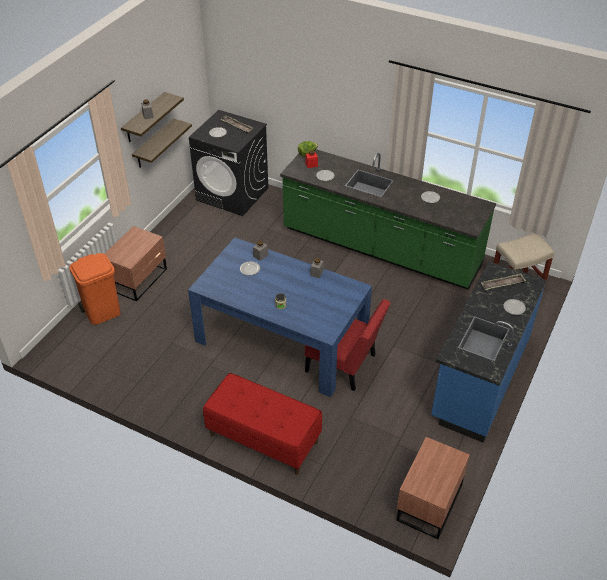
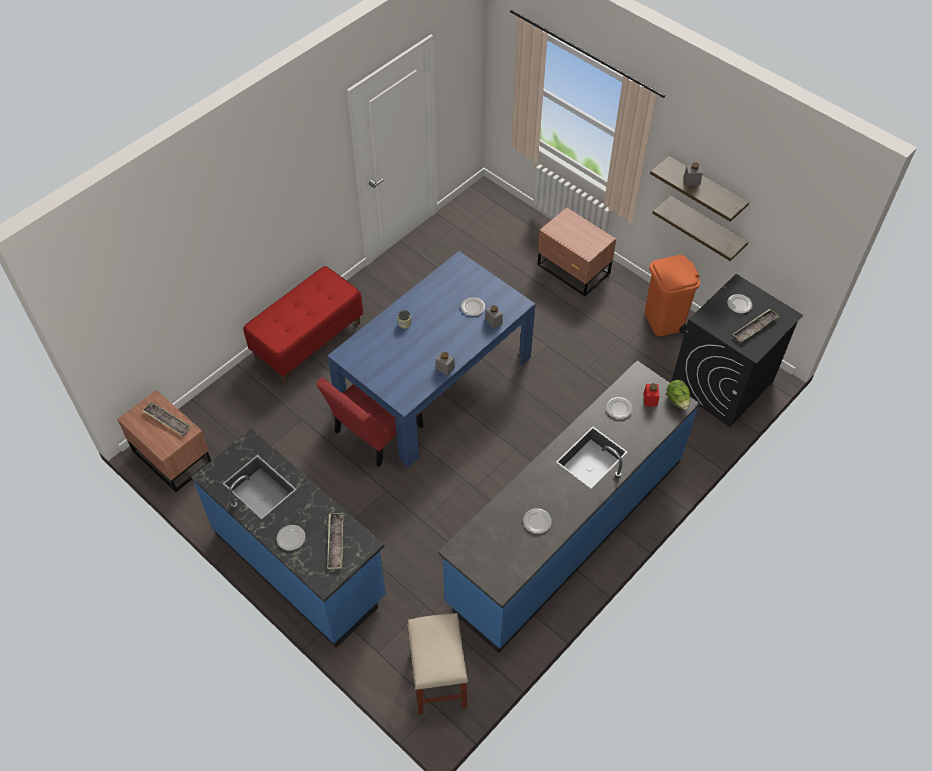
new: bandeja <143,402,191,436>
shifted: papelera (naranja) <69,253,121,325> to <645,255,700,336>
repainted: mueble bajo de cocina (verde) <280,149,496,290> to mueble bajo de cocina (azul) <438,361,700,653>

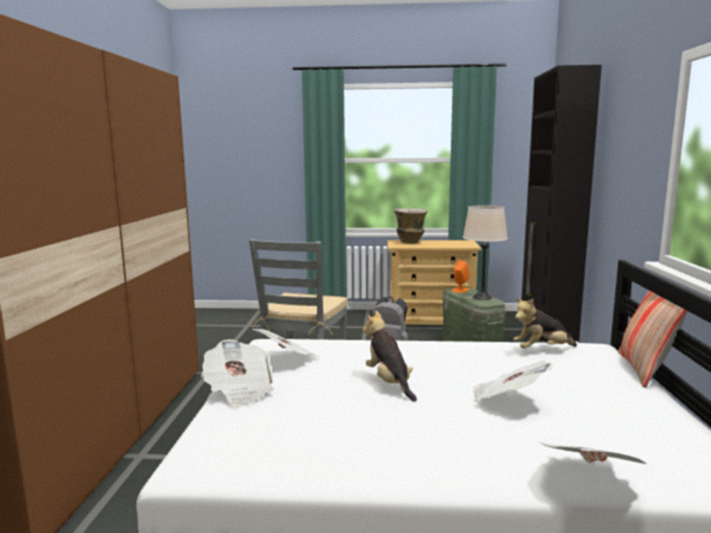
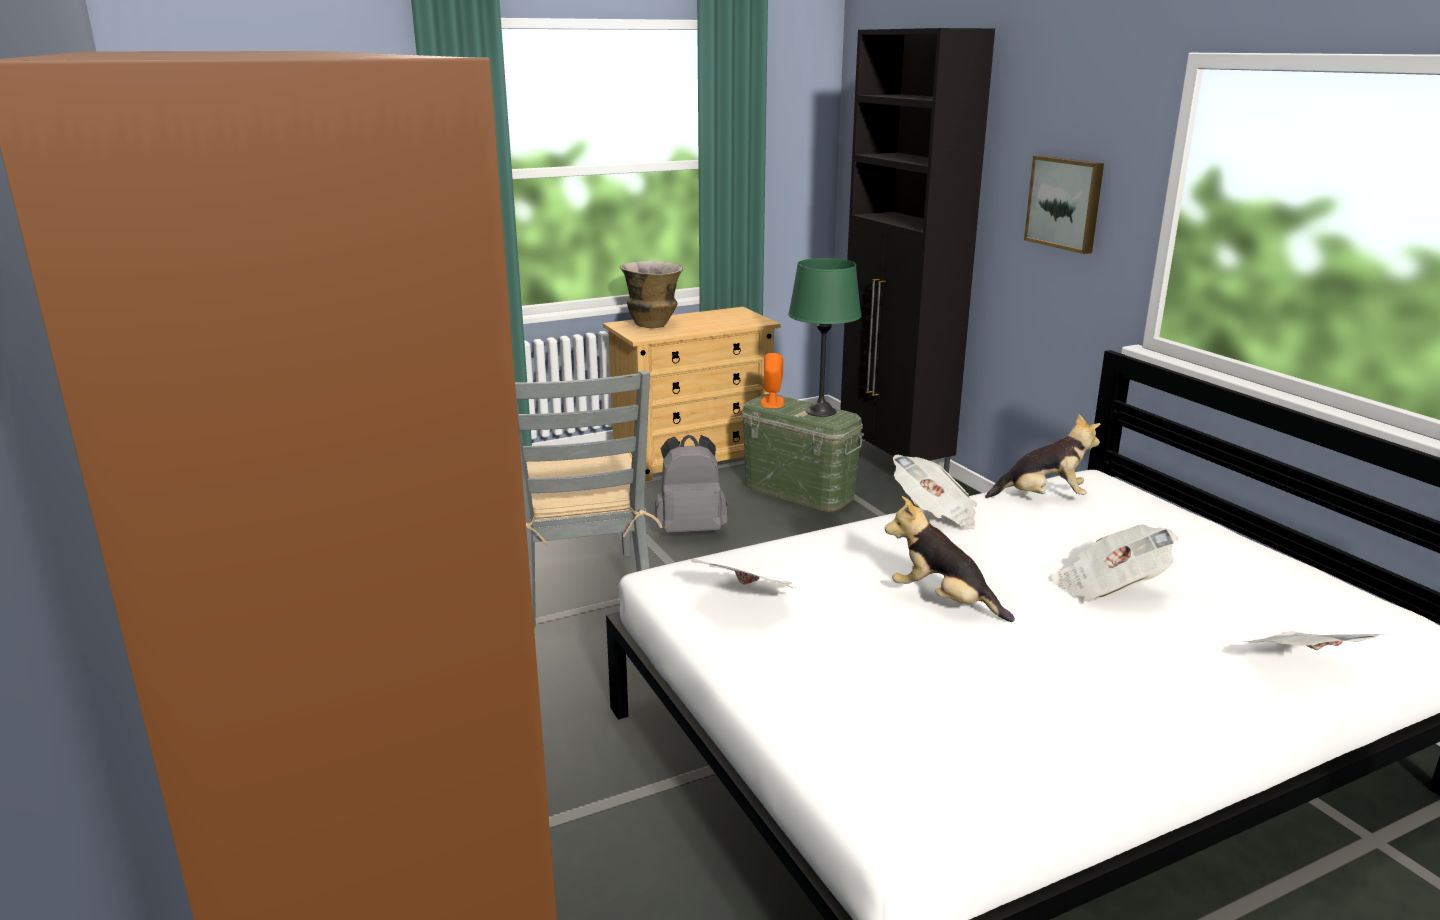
gone: cojín <618,290,688,388>
new: cuadro <1024,155,1104,254>
shifted: periódico <202,339,274,408> to <893,455,977,529>
repainted: lámpara de mesa (beis) <463,205,508,300> to lámpara de mesa (verde) <788,258,861,417>
rotated: peluche <514,298,577,348> = <985,414,1101,498> 135 degrees counterclockwise

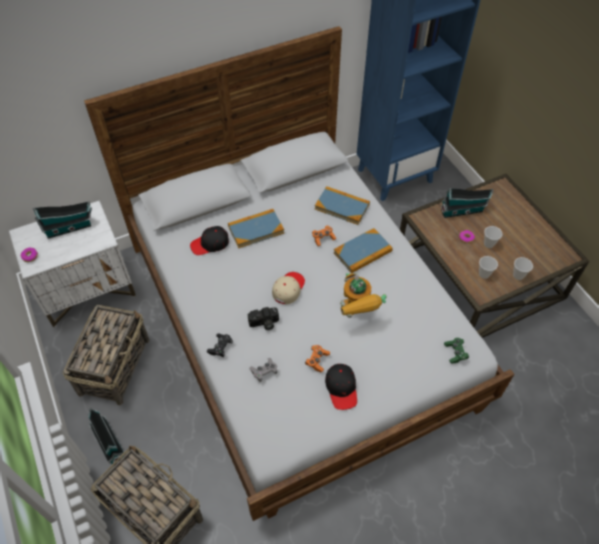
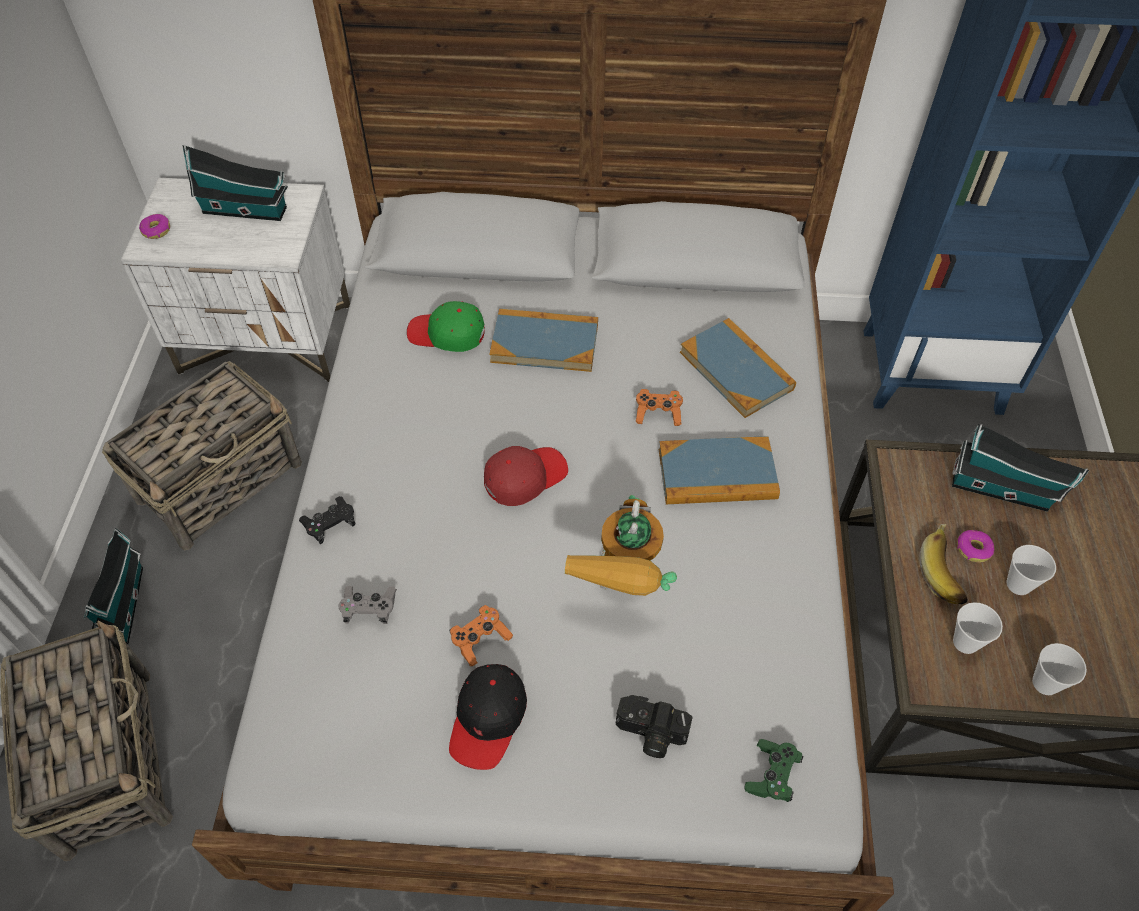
new: plátano <919,524,968,604>
shifted: cámara <248,307,279,330> to <616,695,693,758>
repainted: gorra (negro) <190,226,229,255> to gorra (verde) <407,301,485,352>; gorra (beis) <272,272,305,304> to gorra (rojo) <484,446,568,506>

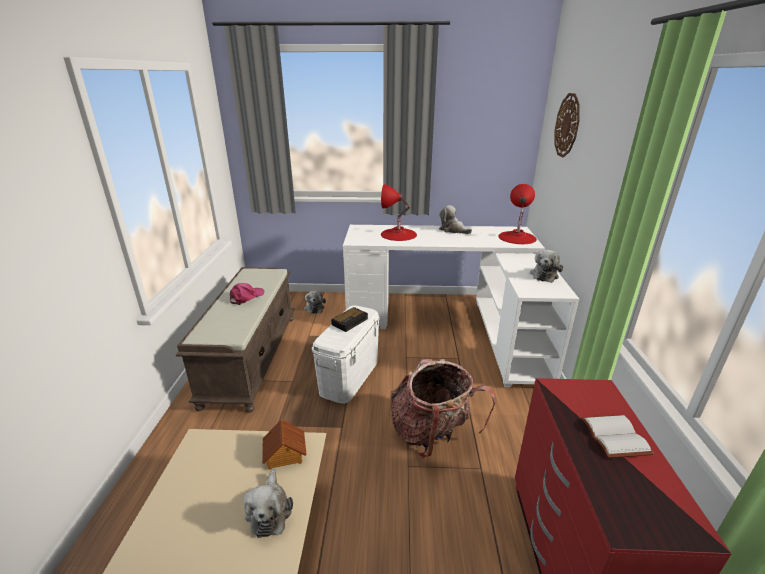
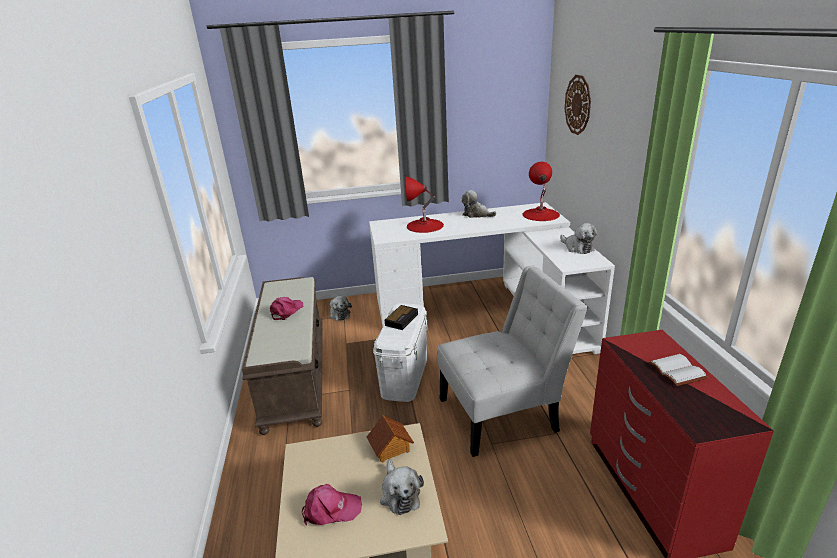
new: gorra (rosa) <302,484,362,526>
swapped: mochila <391,359,496,459> to silla (blanco) <437,266,588,457>
rotated: peluche <530,250,563,283> = <560,223,597,254> 45 degrees counterclockwise

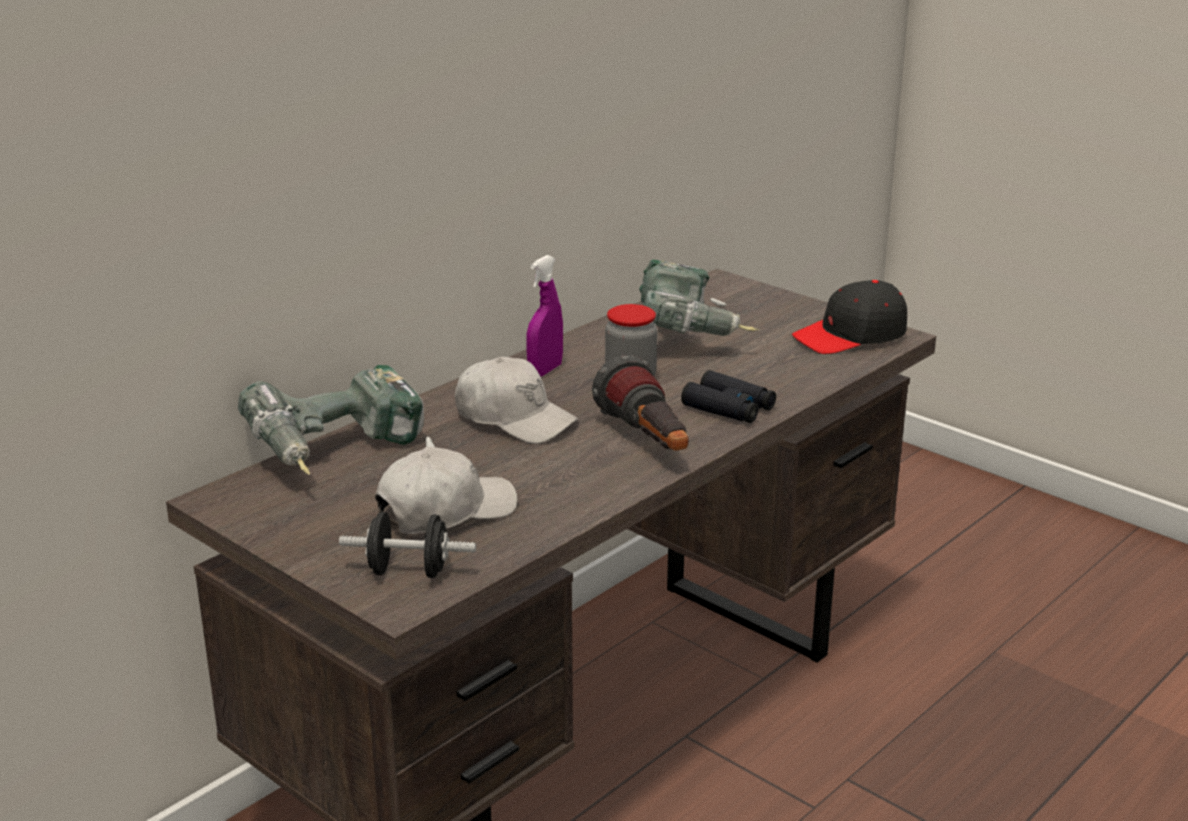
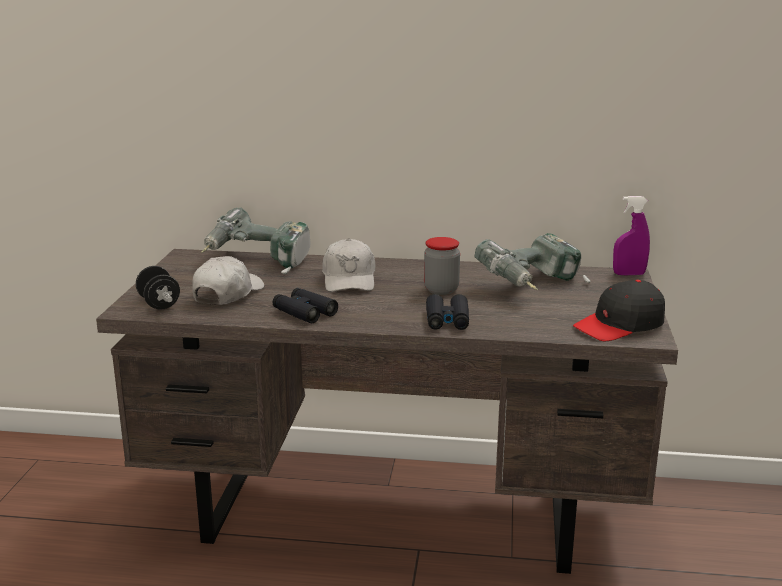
gone: linterna <592,355,689,451>
new: prismáticos (negro) <272,288,338,324>
shifted: pulverizador (morado) <526,255,563,376> to <613,196,650,275>
rotated: gorra (blanco) <375,447,518,534> = <192,256,264,305> 90 degrees counterclockwise; gorra (negro) <792,280,907,354> = <573,280,665,341> 60 degrees counterclockwise

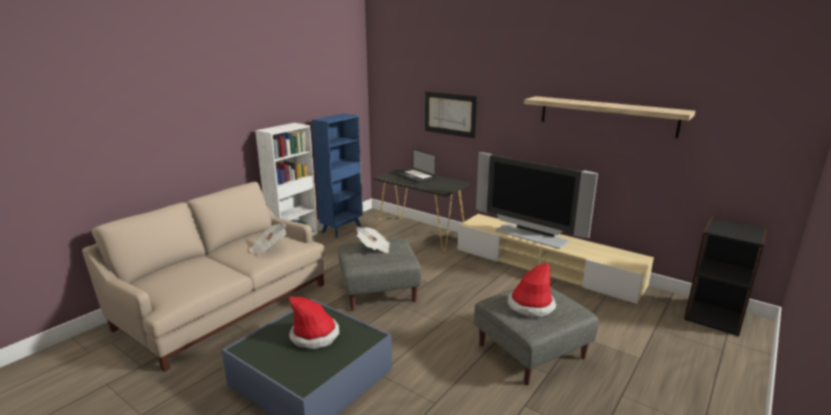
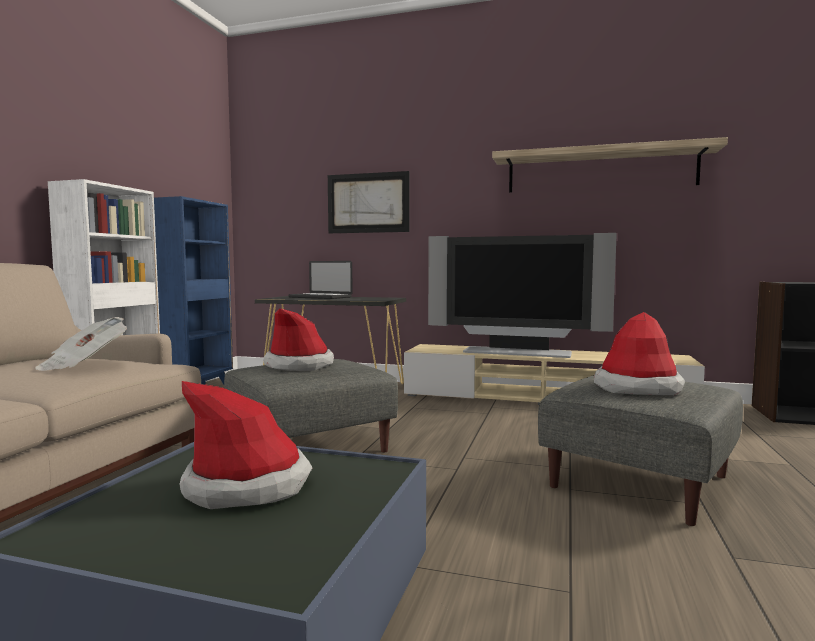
swapped: periódico <357,227,390,253> to sombrero <263,308,334,371>

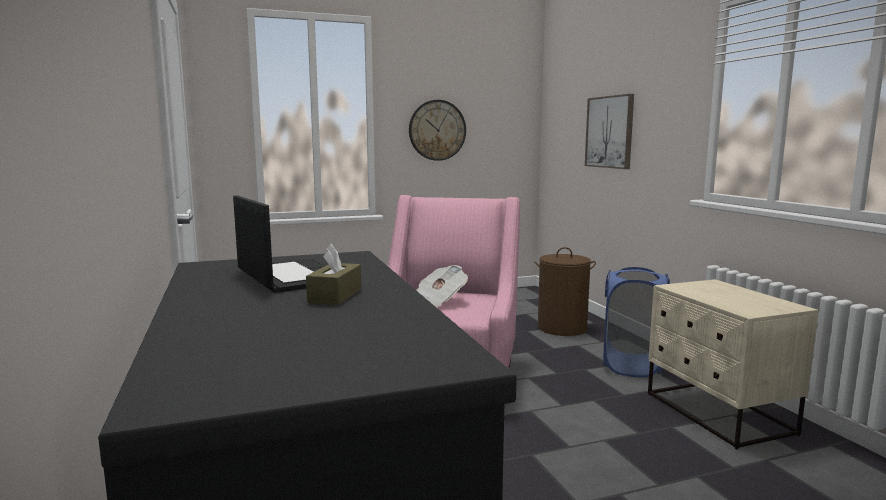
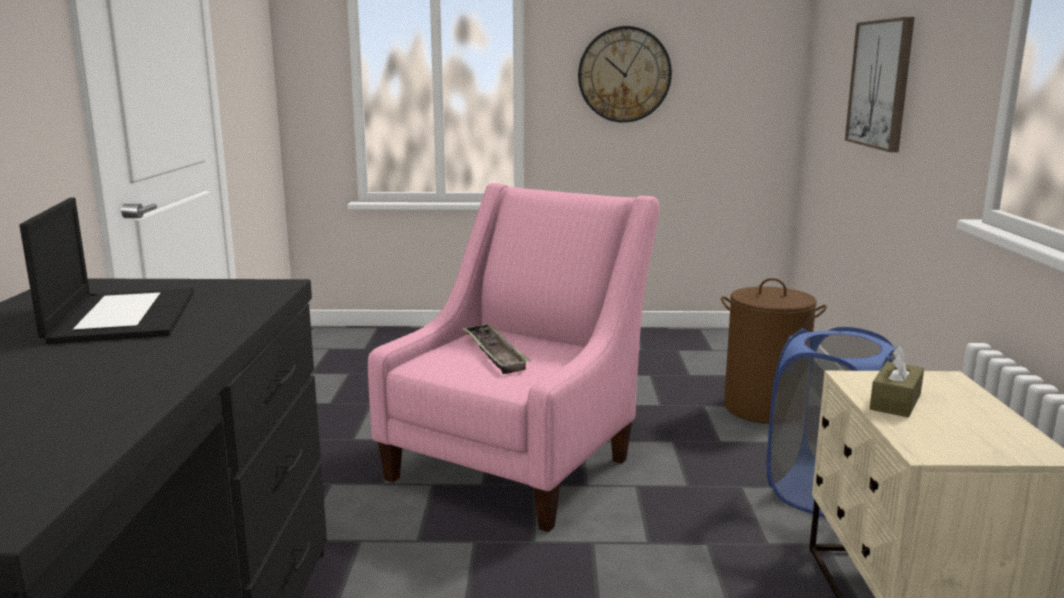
shifted: caja de pañuelos (marrón) <306,244,361,305> to <870,346,924,417>
swapped: periódico <416,265,468,307> to bandeja <462,323,531,374>

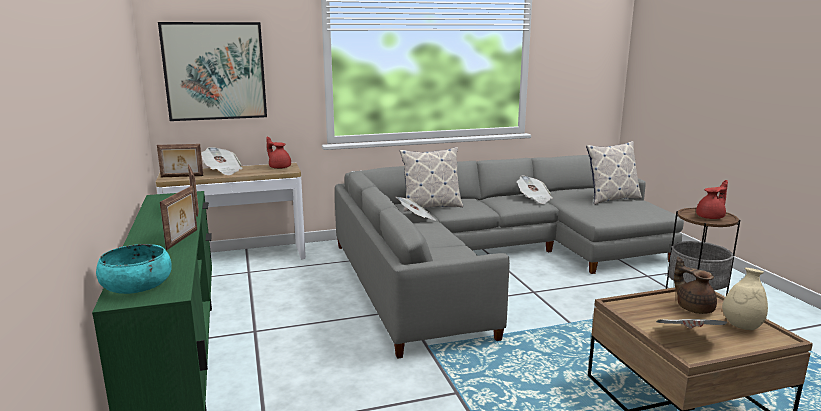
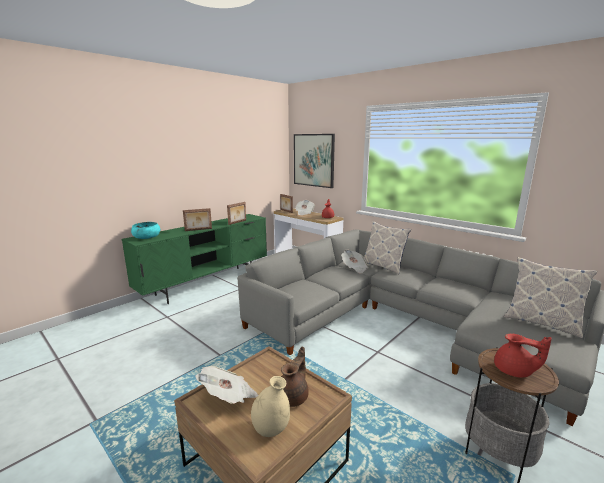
gone: periódico <517,175,553,204>

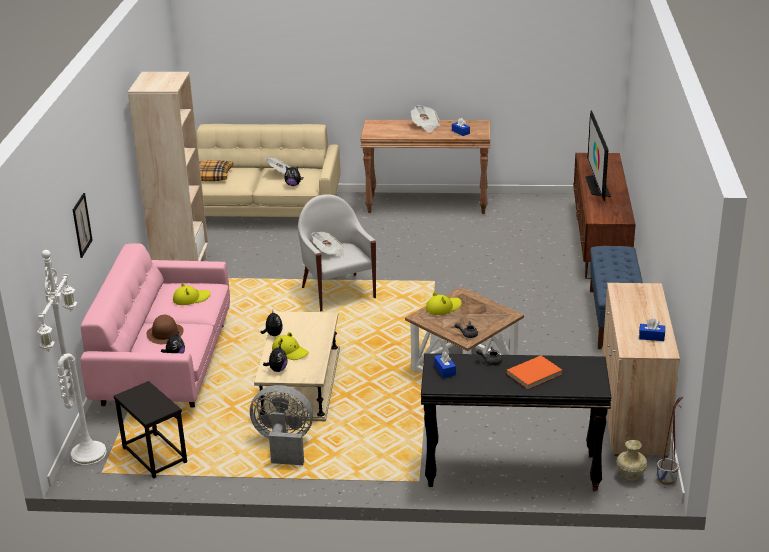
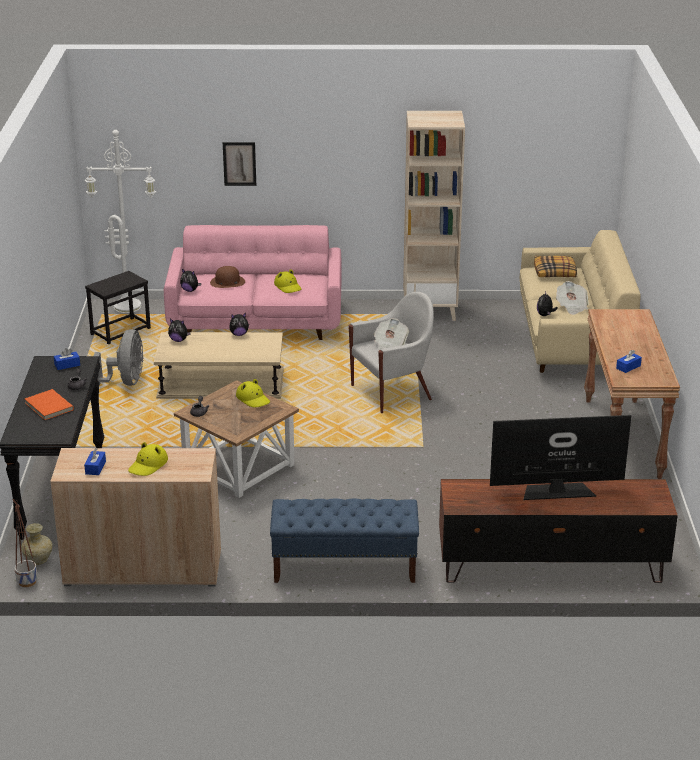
gone: periódico <411,105,441,132>
shifted: sombrero (amarillo) <272,332,309,360> to <128,442,168,476>

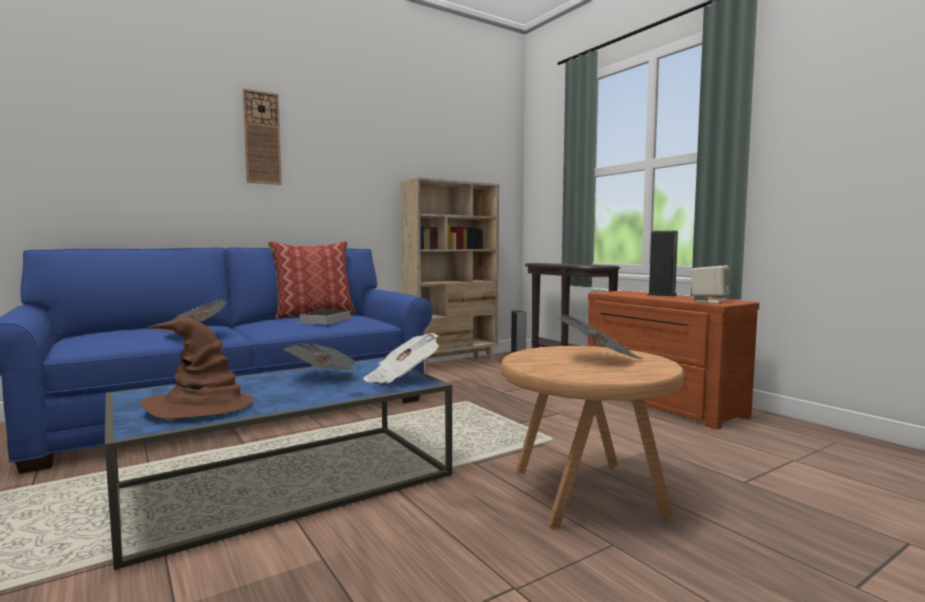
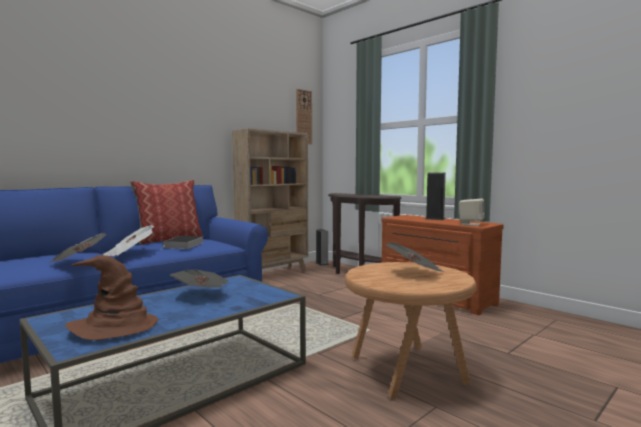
shifted: periódico <363,333,439,383> to <103,225,154,256>; reloj de pared <243,89,282,185> to <296,89,312,144>

